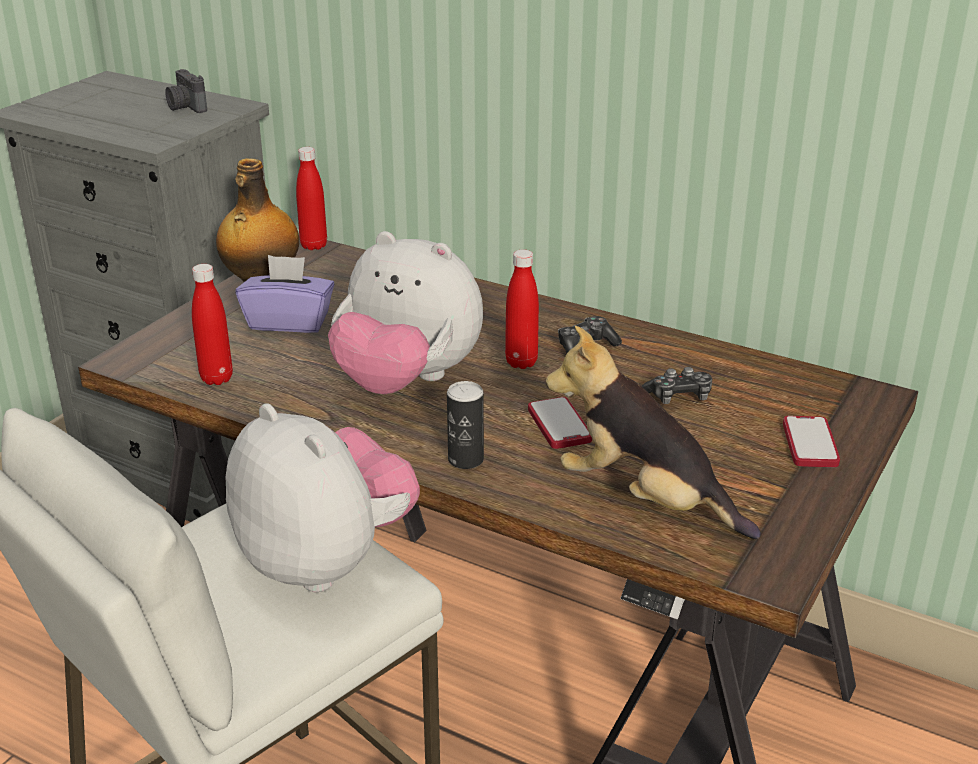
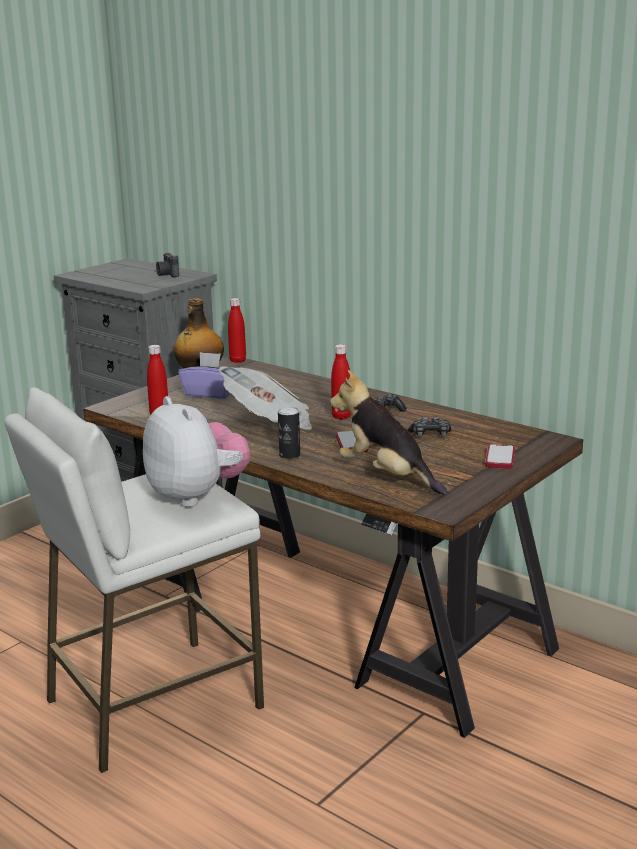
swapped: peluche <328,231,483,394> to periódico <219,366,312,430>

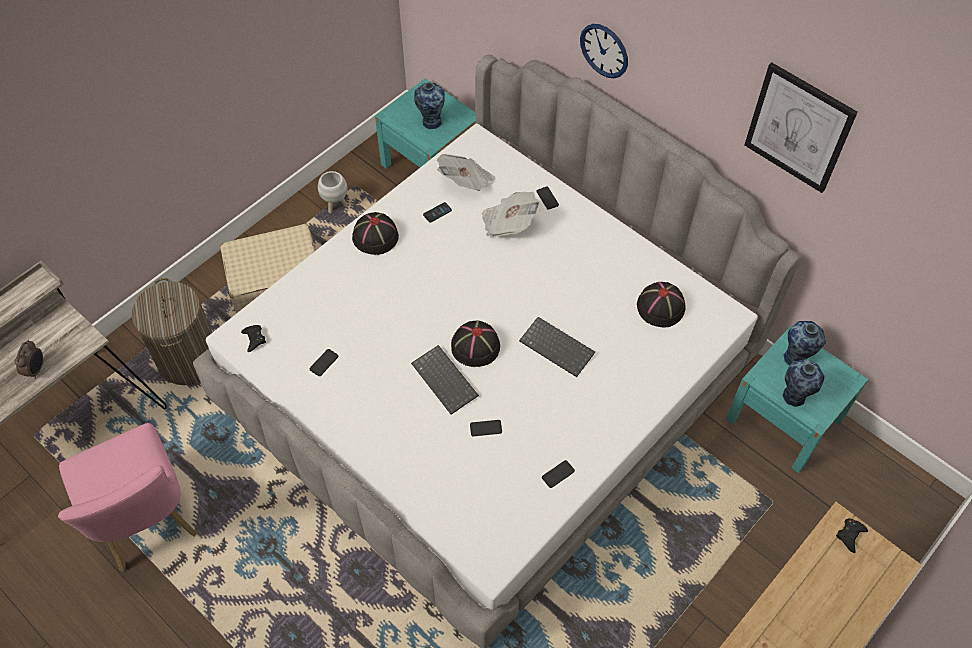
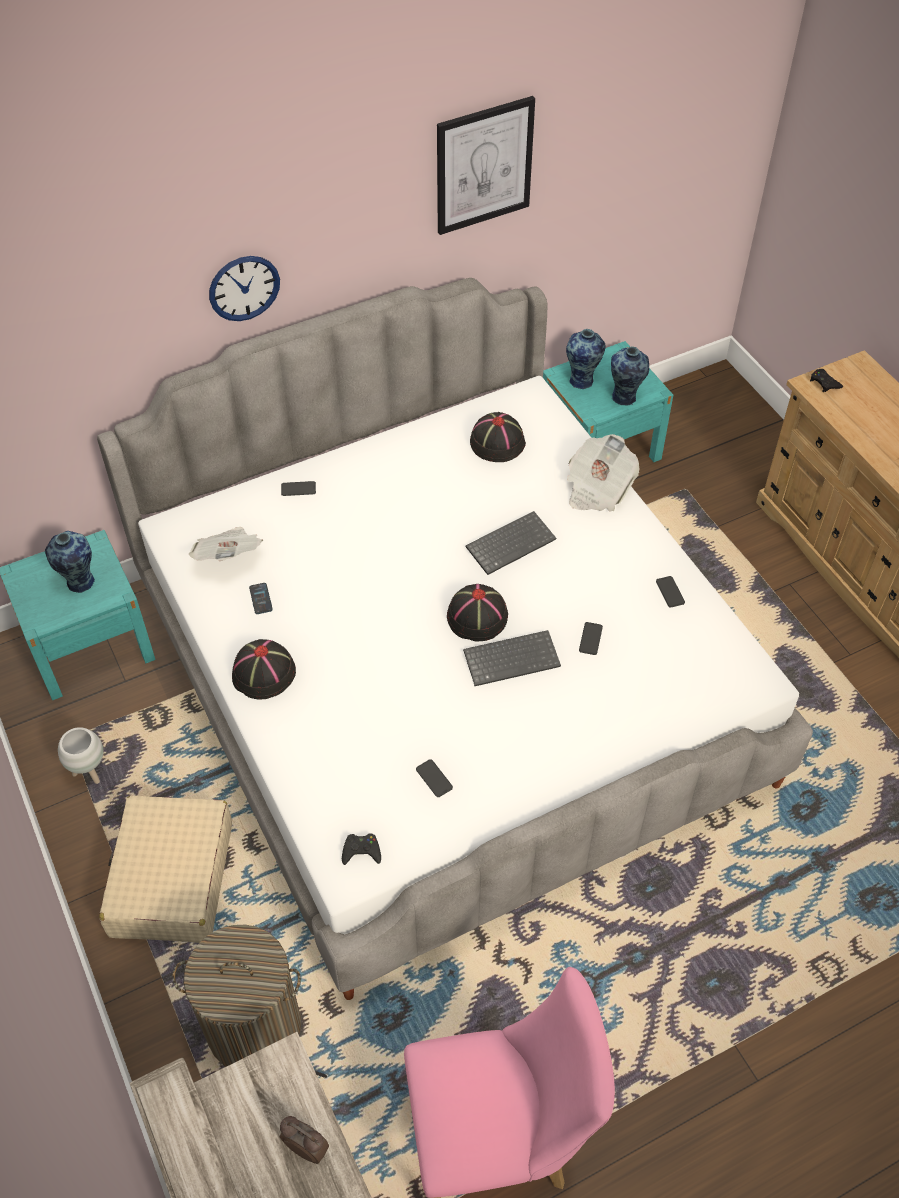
shifted: periódico <482,192,541,237> to <567,434,640,512>

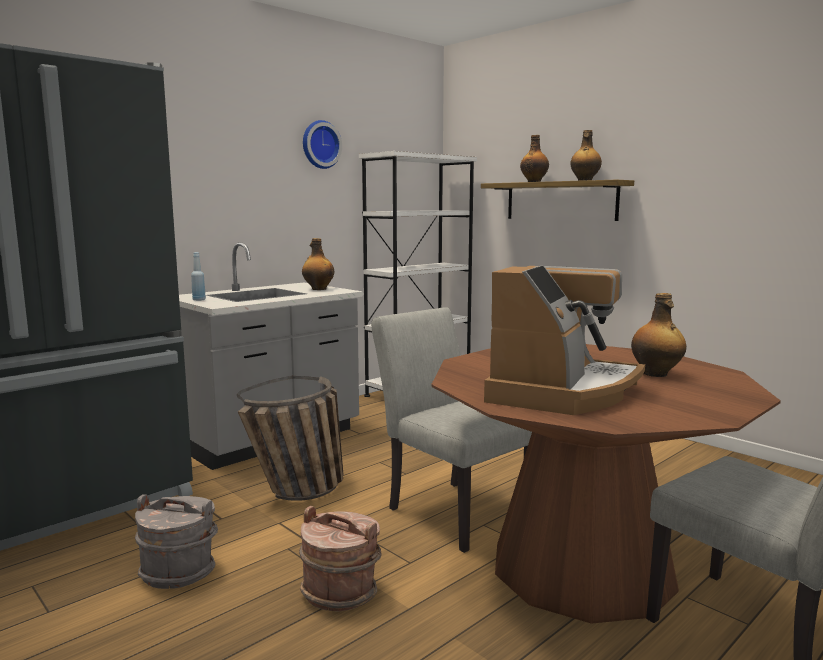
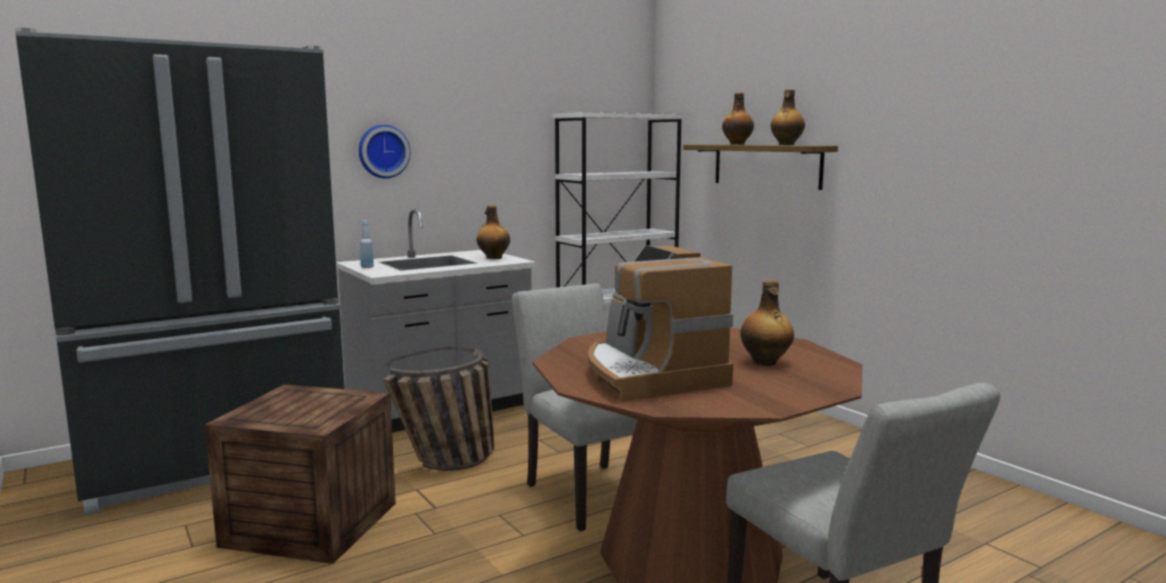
gone: cubo (marrón) <299,506,382,611>
shifted: reloj de pared <303,120,342,169> to <359,124,410,178>
swapped: cubo (gris) <135,494,218,589> to caja de embalaje <205,384,396,564>
rotated: cafetera <484,266,645,415> = <588,245,733,402> 120 degrees clockwise

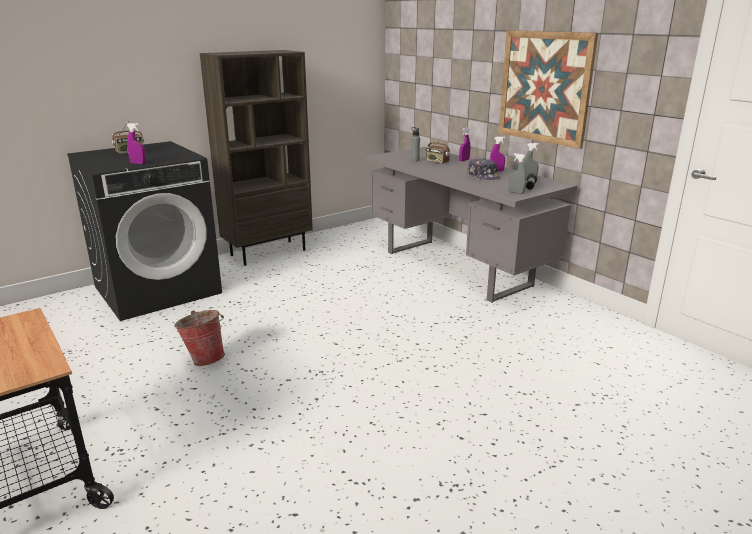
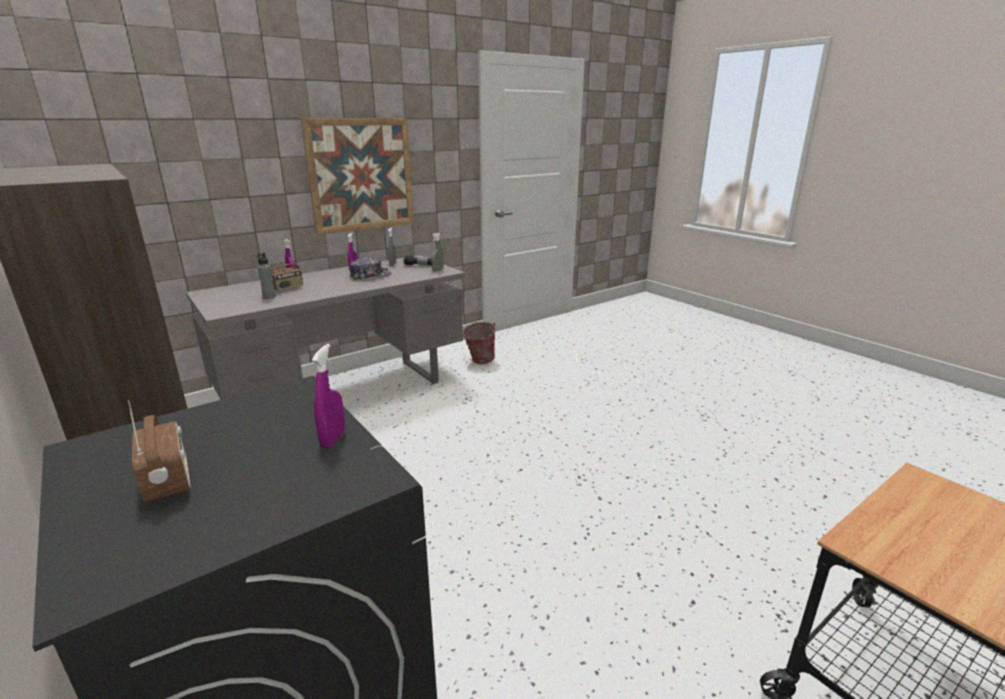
shifted: cubo <174,310,225,366> to <463,322,496,364>

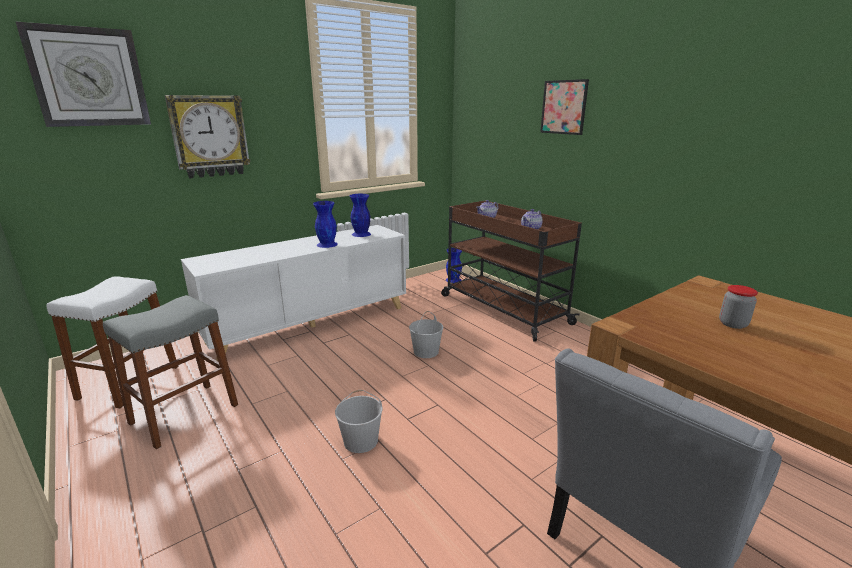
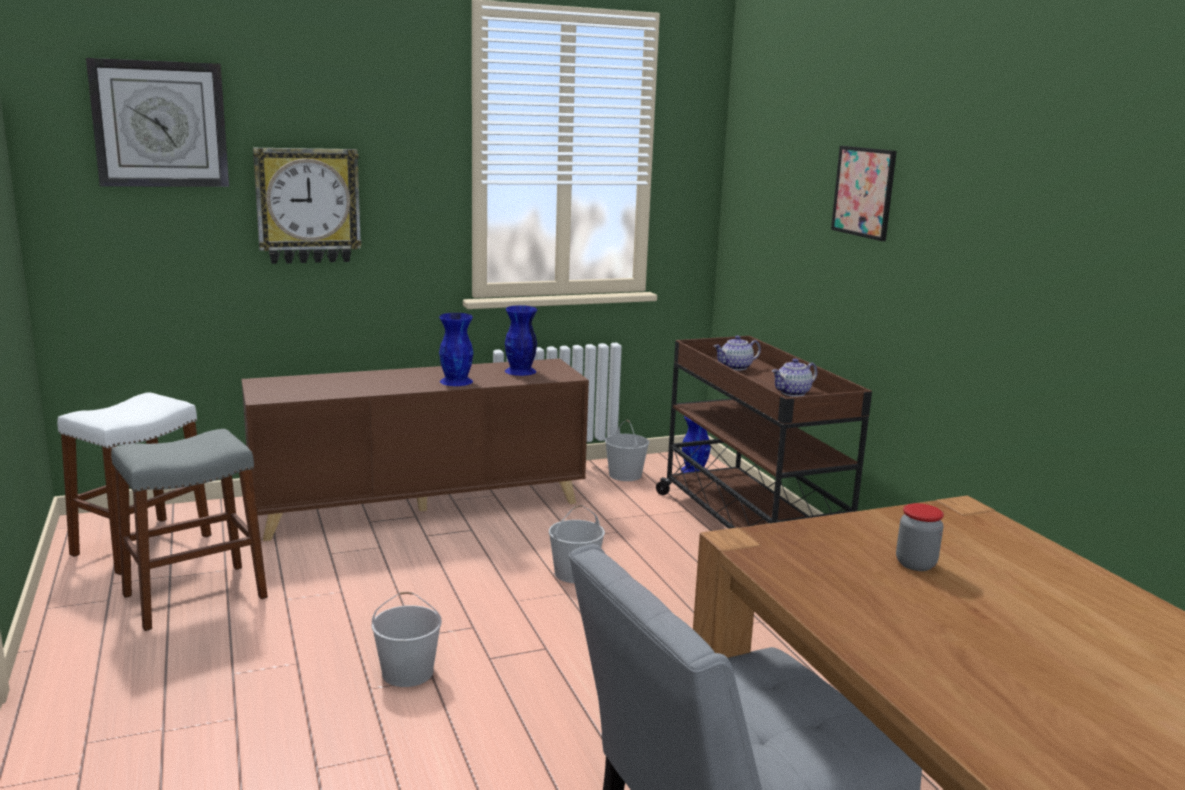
new: cubo (blanco) <605,420,649,481>
repainted: armario (blanco) <181,225,406,361> to armario (marrón) <241,359,589,541>

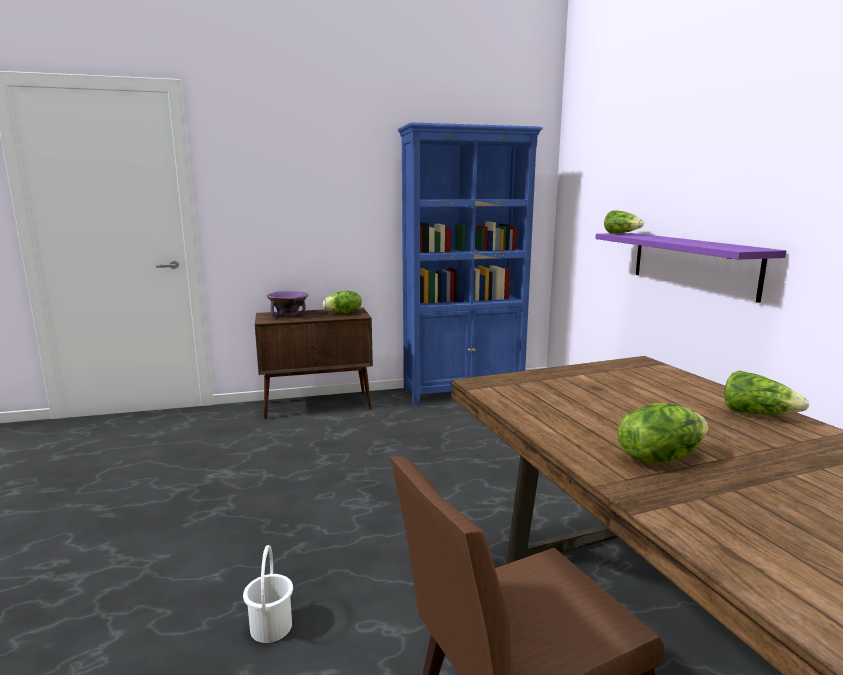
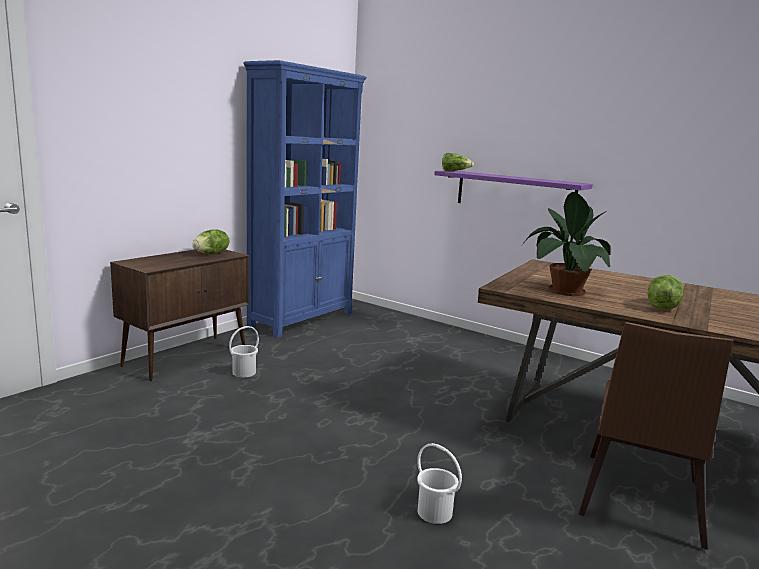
gone: cuenco (morado) <267,291,308,317>; lechuga <724,370,809,415>
new: cubo (blanco) <229,326,259,378>; planta en maceta <521,192,611,296>

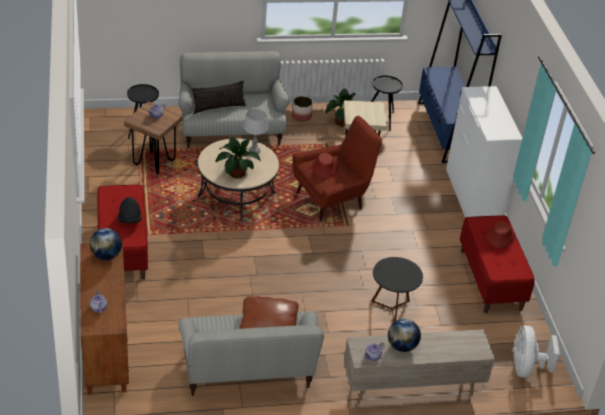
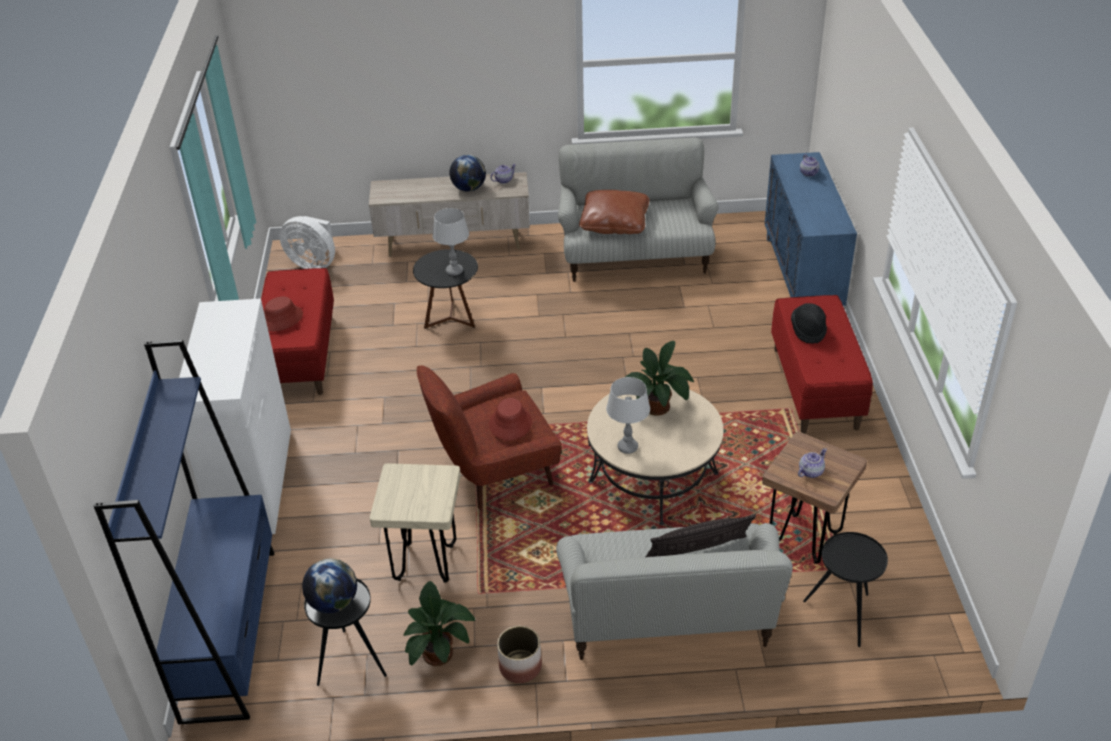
new: lámpara de mesa (gris) <433,208,469,276>
shifted: globo terráqueo <90,228,122,260> to <302,558,357,613>
repainted: armario (marrón) <80,242,129,395> to armario (azul) <765,152,857,306>
rotated: ventilador (blanco) <513,325,560,378> = <279,216,335,269> 105 degrees clockwise

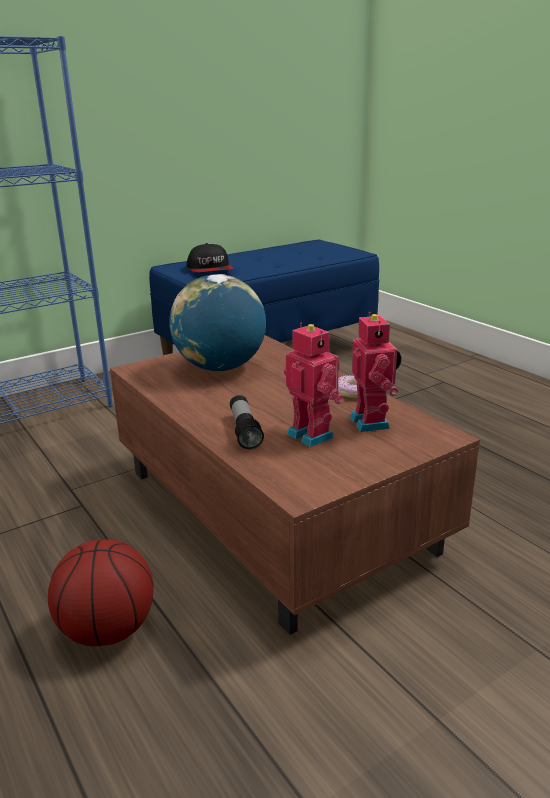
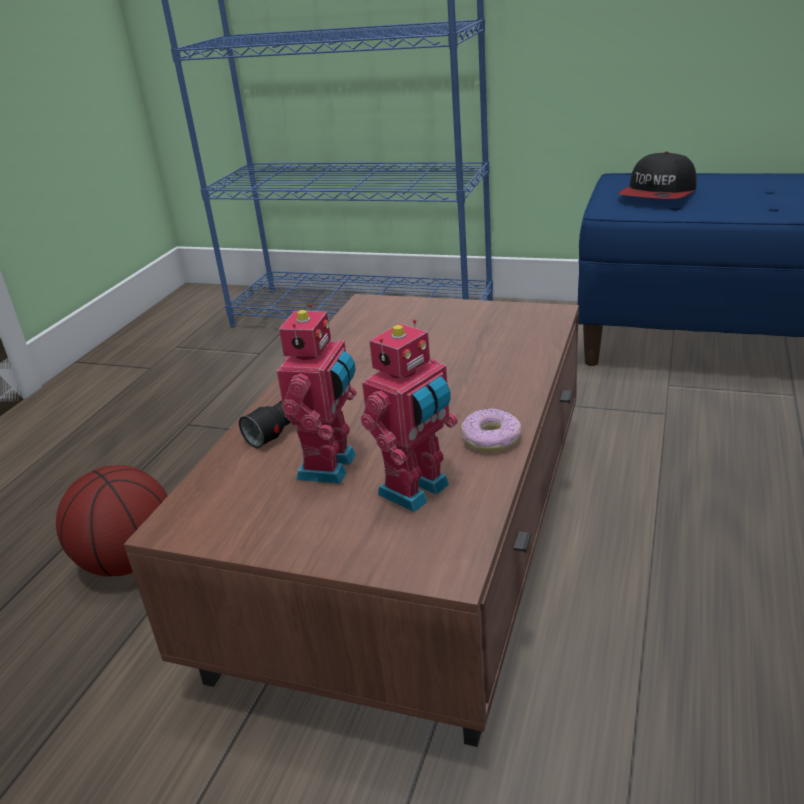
gone: globo terráqueo <169,274,266,371>

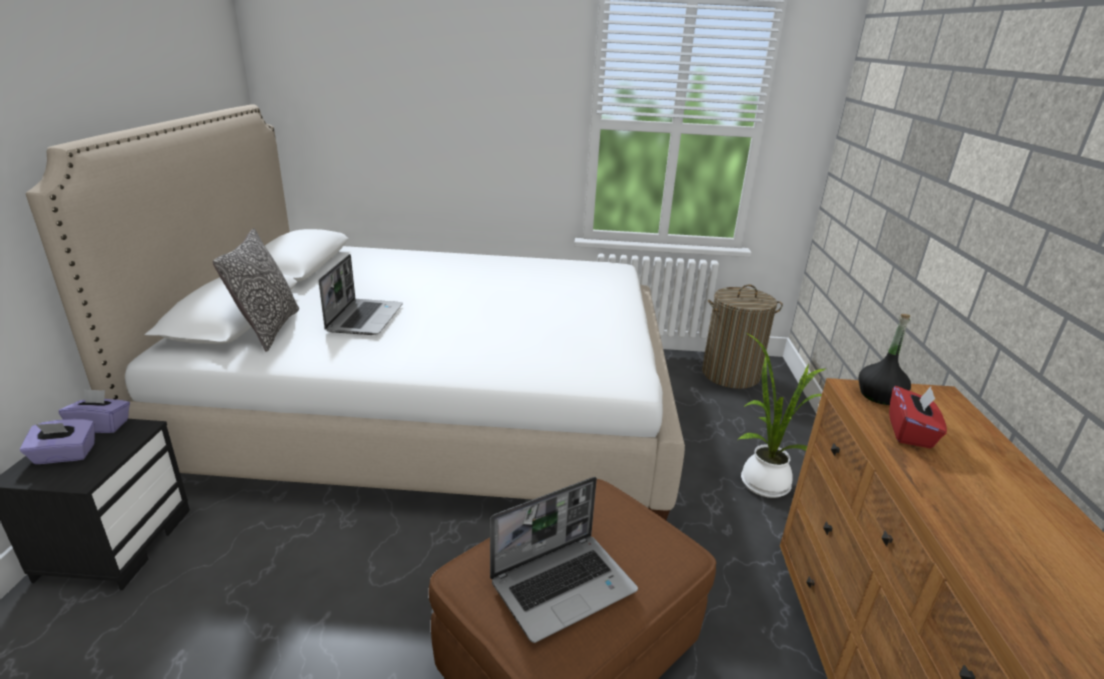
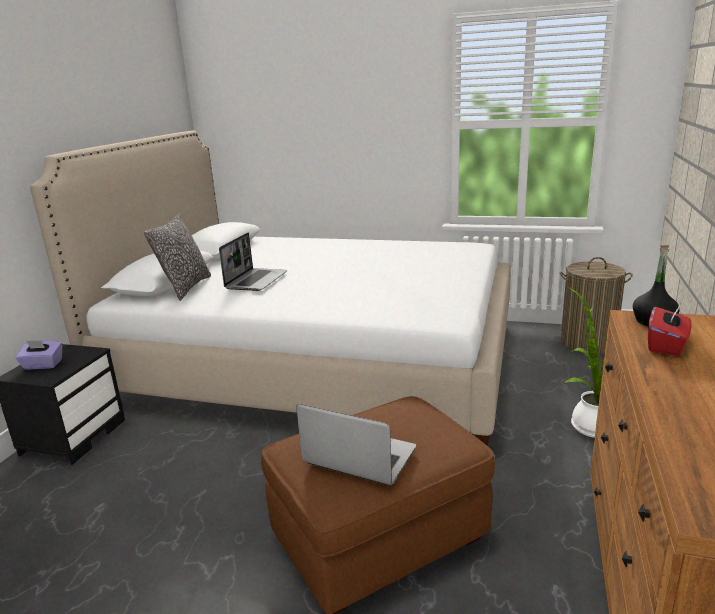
gone: caja de pañuelos (morado) <59,389,130,433>
rotated: portátil <490,477,638,643> = <296,404,416,485> 135 degrees counterclockwise

